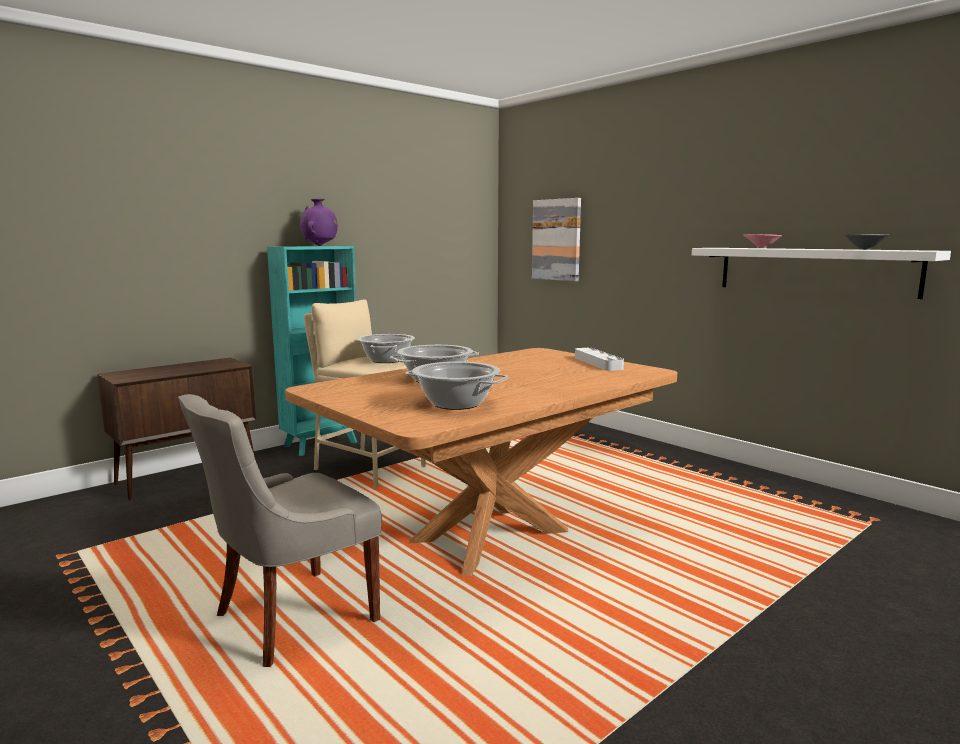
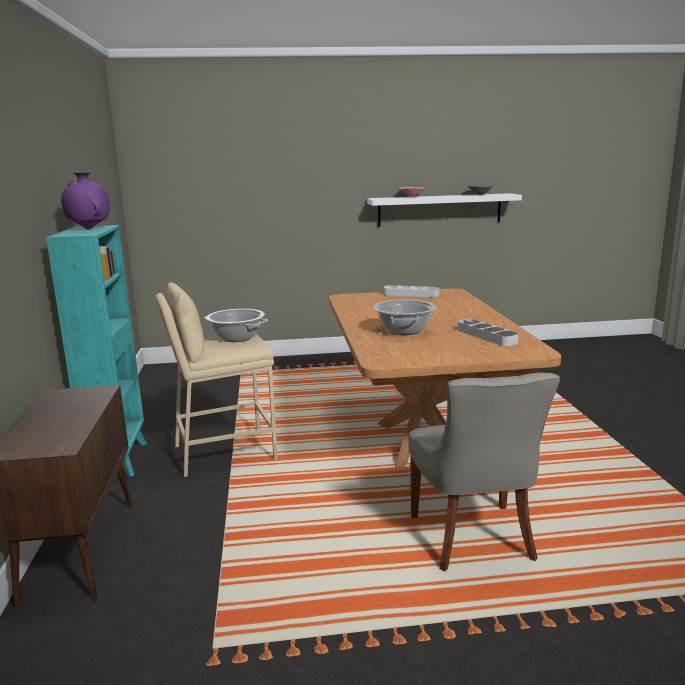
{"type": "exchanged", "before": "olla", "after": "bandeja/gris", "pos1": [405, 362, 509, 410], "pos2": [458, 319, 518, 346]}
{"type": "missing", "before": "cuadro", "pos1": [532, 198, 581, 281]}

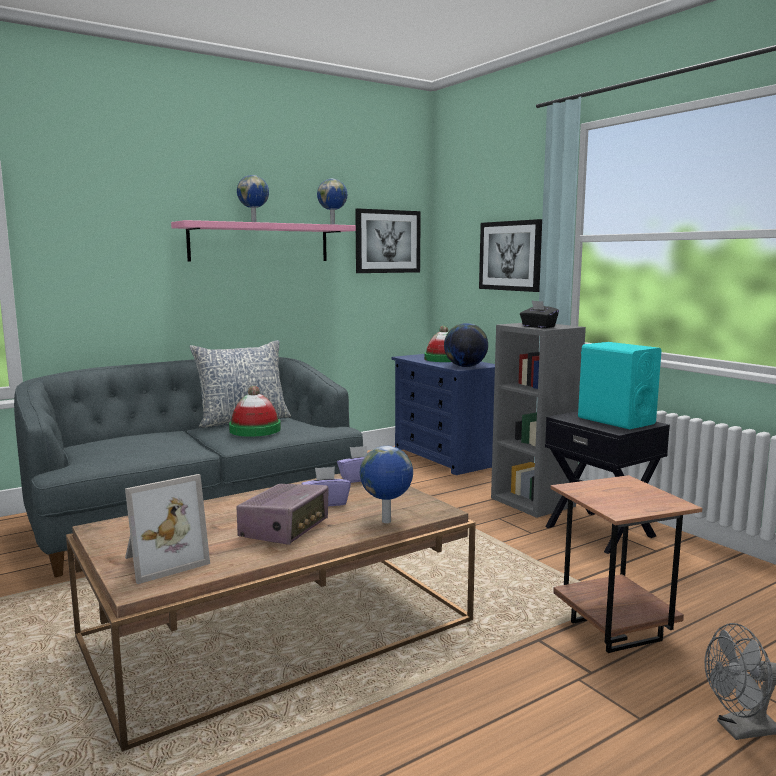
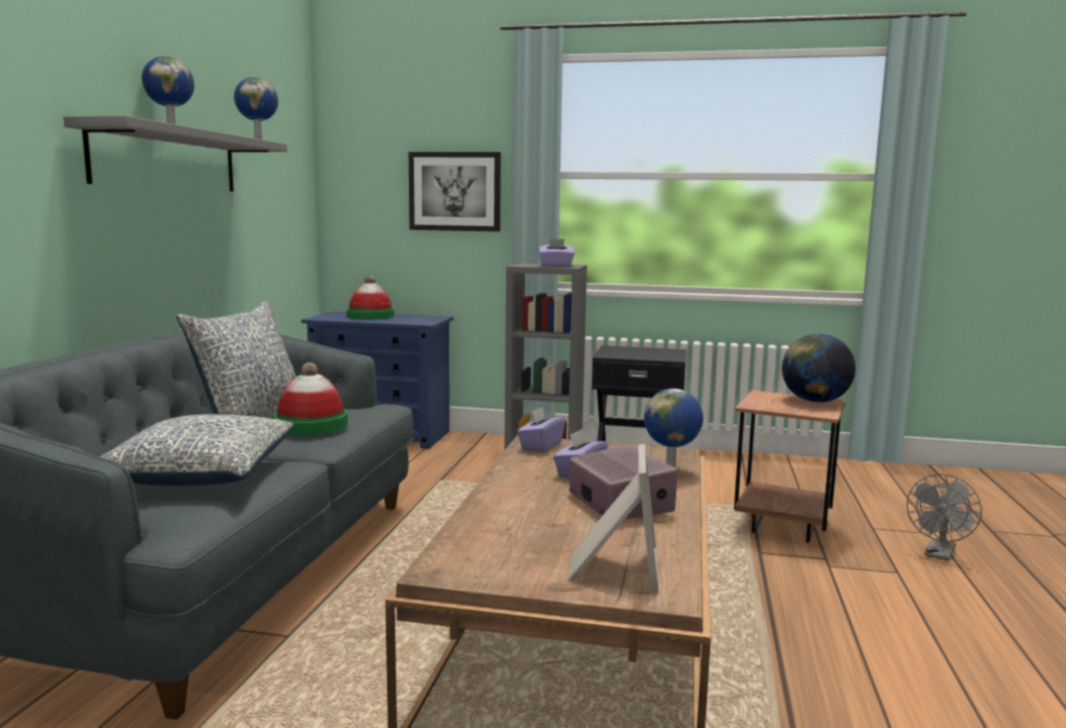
{"type": "colour", "before": "estante/rosa", "after": "estante/gris", "pos1": [171, 220, 356, 262], "pos2": [63, 116, 287, 191]}
{"type": "appeared", "after": "cojín", "pos2": [100, 414, 294, 486]}
{"type": "colour", "before": "caja de pañuelos/negro", "after": "caja de pañuelos/morado", "pos1": [520, 301, 559, 328], "pos2": [539, 238, 575, 267]}
{"type": "relocated", "before": "globo terráqueo", "pos1": [444, 323, 488, 367], "pos2": [782, 334, 856, 403]}
{"type": "missing", "before": "cuadro", "pos1": [355, 208, 421, 273]}
{"type": "missing", "before": "altavoz/turquesa", "pos1": [578, 342, 661, 429]}

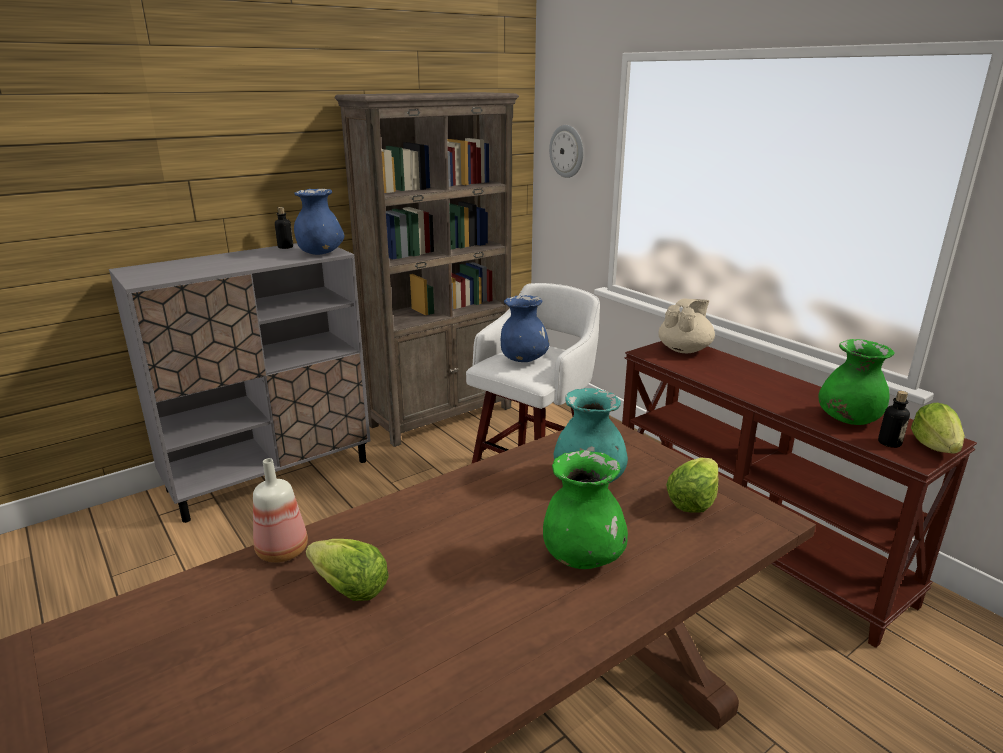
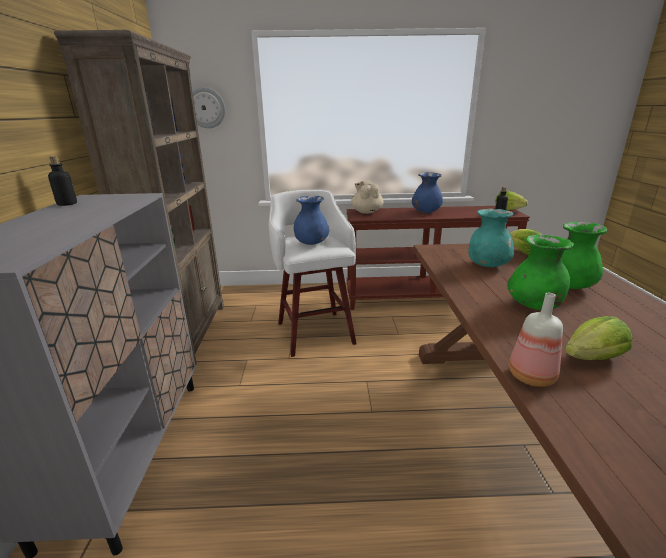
{"type": "relocated", "before": "florero/azul", "pos1": [294, 189, 344, 255], "pos2": [412, 172, 443, 213]}
{"type": "relocated", "before": "florero/verde", "pos1": [818, 339, 895, 425], "pos2": [507, 235, 574, 310]}

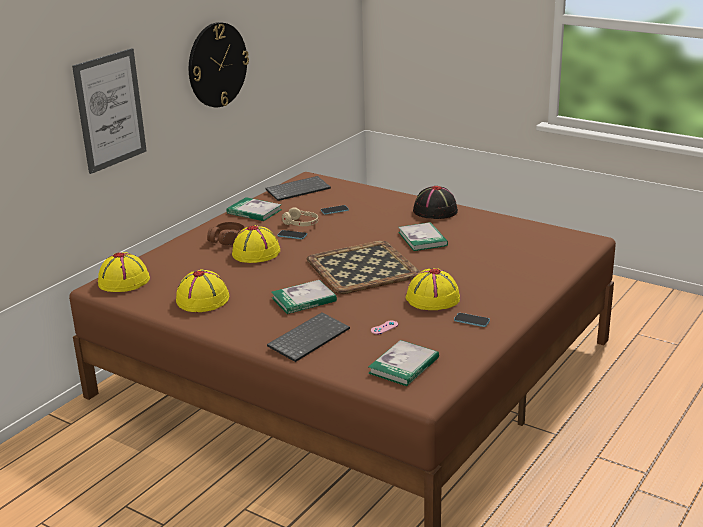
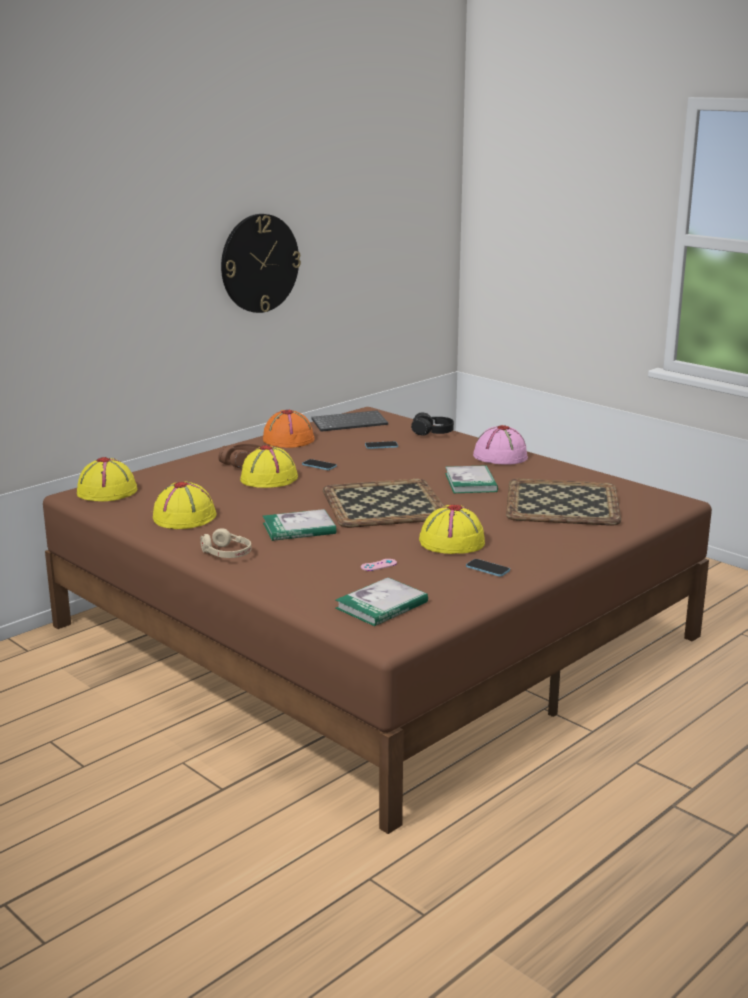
{"type": "relocated", "before": "auriculares/beis", "pos1": [282, 207, 318, 226], "pos2": [200, 528, 251, 558]}
{"type": "exchanged", "before": "libro", "after": "sombrero/naranja", "pos1": [227, 197, 282, 221], "pos2": [263, 410, 315, 448]}
{"type": "appeared", "after": "auriculares/negro", "pos2": [411, 412, 454, 436]}
{"type": "colour", "before": "sombrero/negro", "after": "sombrero/rosa", "pos1": [413, 186, 458, 219], "pos2": [473, 425, 528, 465]}
{"type": "appeared", "after": "bandeja", "pos2": [506, 479, 621, 526]}
{"type": "missing", "before": "cuadro", "pos1": [72, 48, 147, 174]}
{"type": "missing", "before": "teclado", "pos1": [267, 313, 350, 362]}

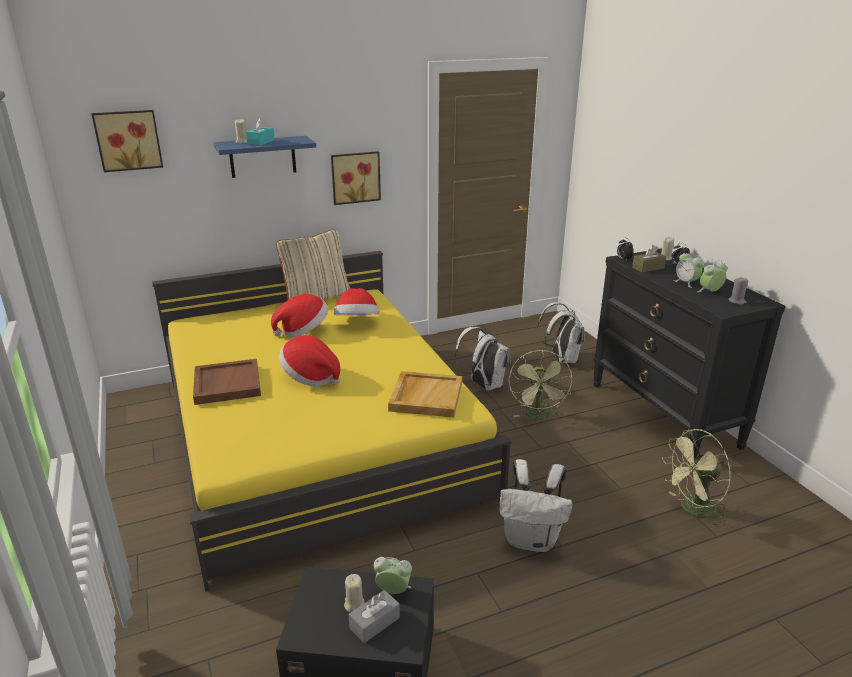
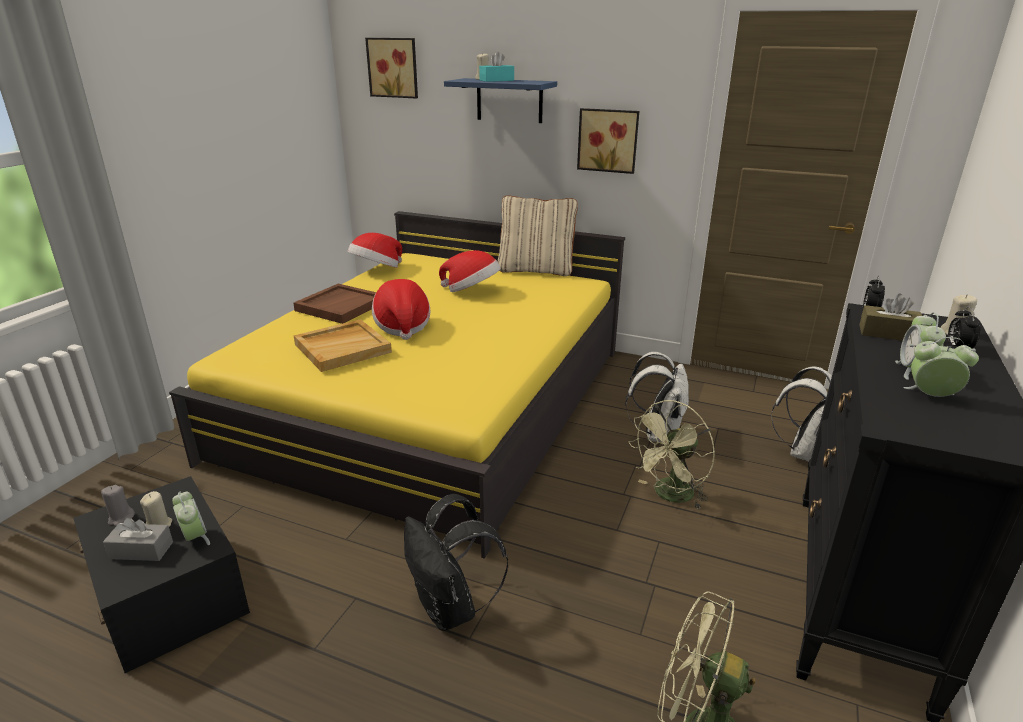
{"type": "relocated", "before": "vela/gris", "pos1": [728, 277, 748, 305], "pos2": [101, 485, 135, 526]}
{"type": "relocated", "before": "bandeja/beis", "pos1": [388, 371, 462, 418], "pos2": [294, 319, 392, 372]}
{"type": "relocated", "before": "sombrero", "pos1": [334, 288, 379, 315], "pos2": [348, 233, 402, 268]}
{"type": "colour", "before": "mochila/blanco", "after": "mochila/negro", "pos1": [499, 459, 573, 552], "pos2": [404, 494, 508, 631]}

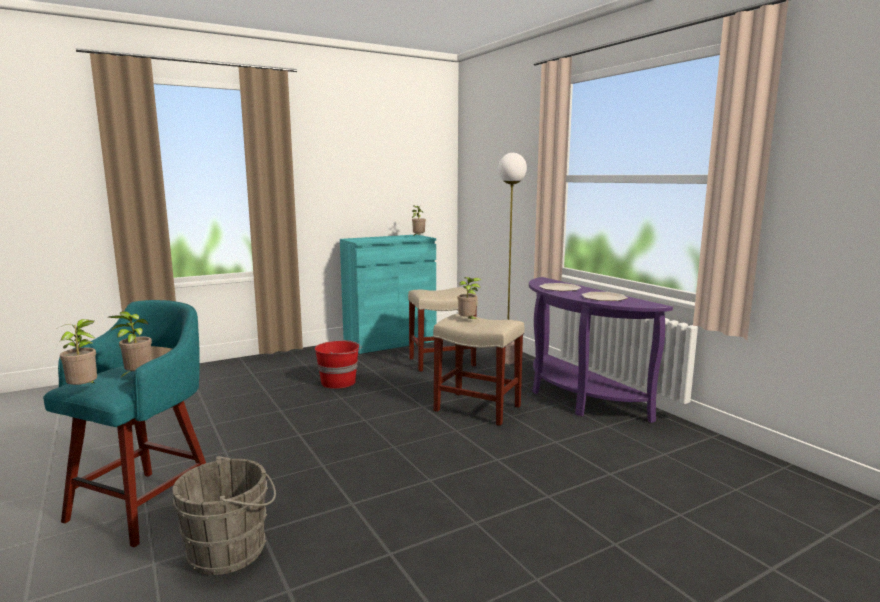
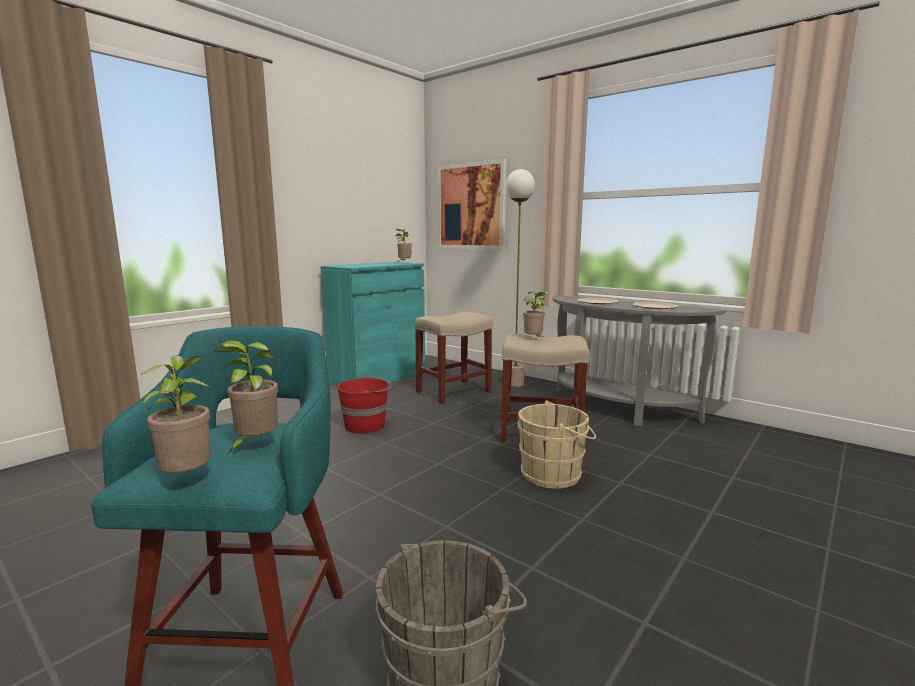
{"type": "appeared", "after": "cuadro", "pos2": [437, 159, 506, 250]}
{"type": "appeared", "after": "cubo/beis", "pos2": [518, 400, 596, 489]}
{"type": "colour", "before": "mesa consola/morado", "after": "mesa consola/gris", "pos1": [529, 277, 673, 423], "pos2": [553, 295, 726, 427]}

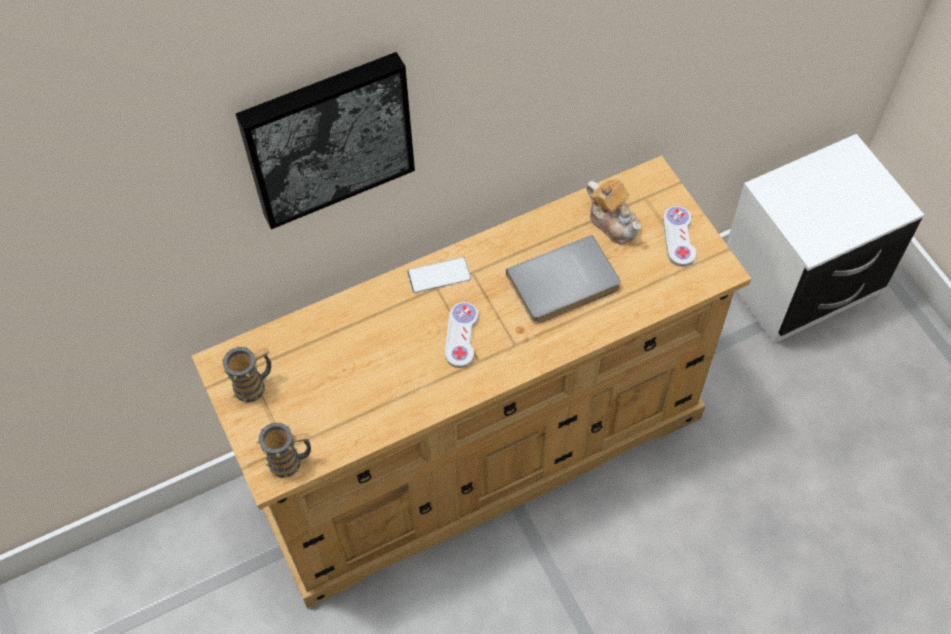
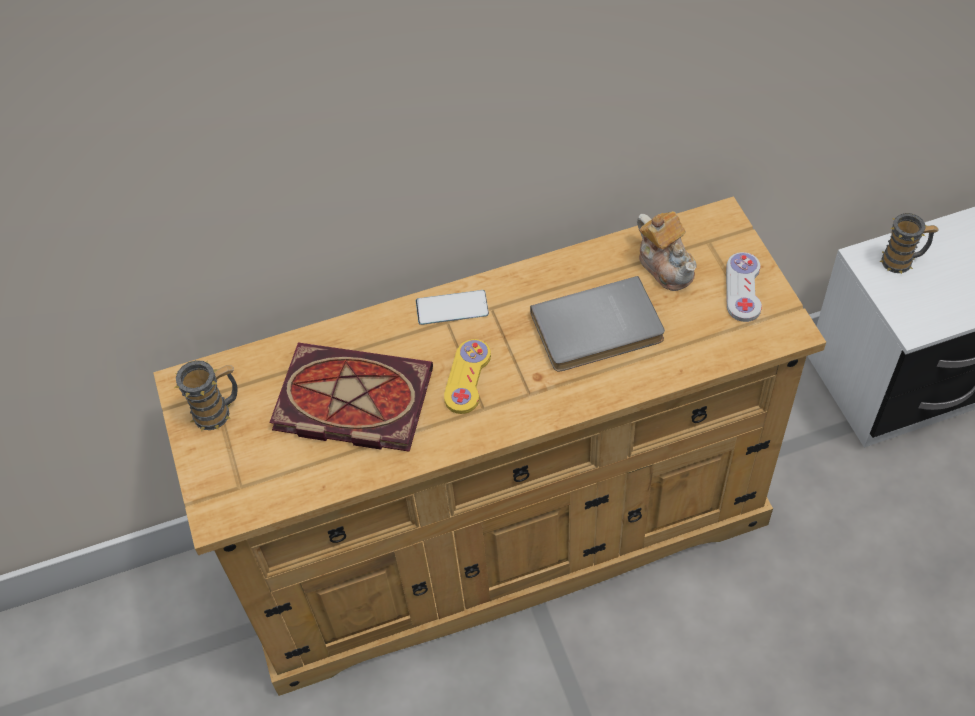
{"type": "appeared", "after": "libro", "pos2": [269, 342, 433, 452]}
{"type": "colour", "before": "mando de consola/blanco", "after": "mando de consola/amarillo", "pos1": [445, 302, 478, 368], "pos2": [444, 339, 491, 414]}
{"type": "relocated", "before": "taza grande", "pos1": [256, 422, 311, 480], "pos2": [879, 213, 938, 274]}
{"type": "missing", "before": "cuadro", "pos1": [236, 52, 415, 229]}

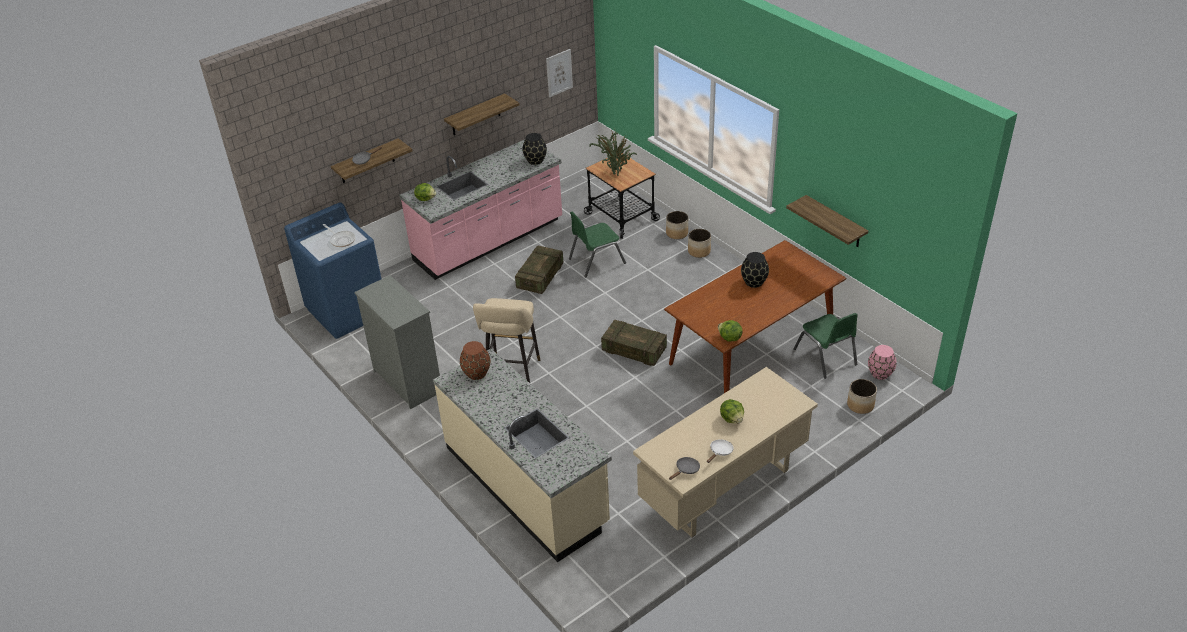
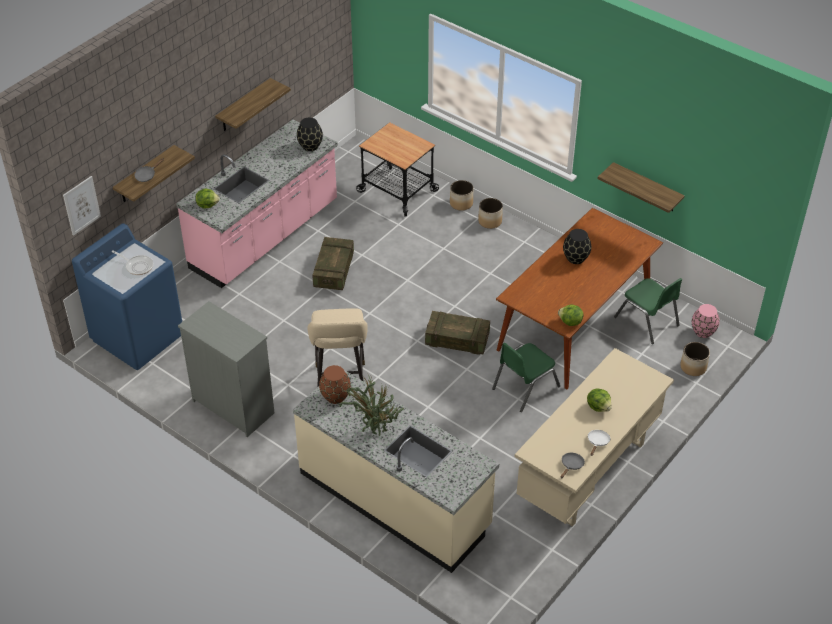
{"type": "relocated", "before": "cuadro", "pos1": [546, 49, 573, 97], "pos2": [63, 176, 101, 236]}
{"type": "relocated", "before": "planta en maceta", "pos1": [589, 128, 637, 176], "pos2": [339, 375, 404, 436]}
{"type": "relocated", "before": "silla/verde", "pos1": [569, 211, 626, 277], "pos2": [492, 343, 560, 412]}

